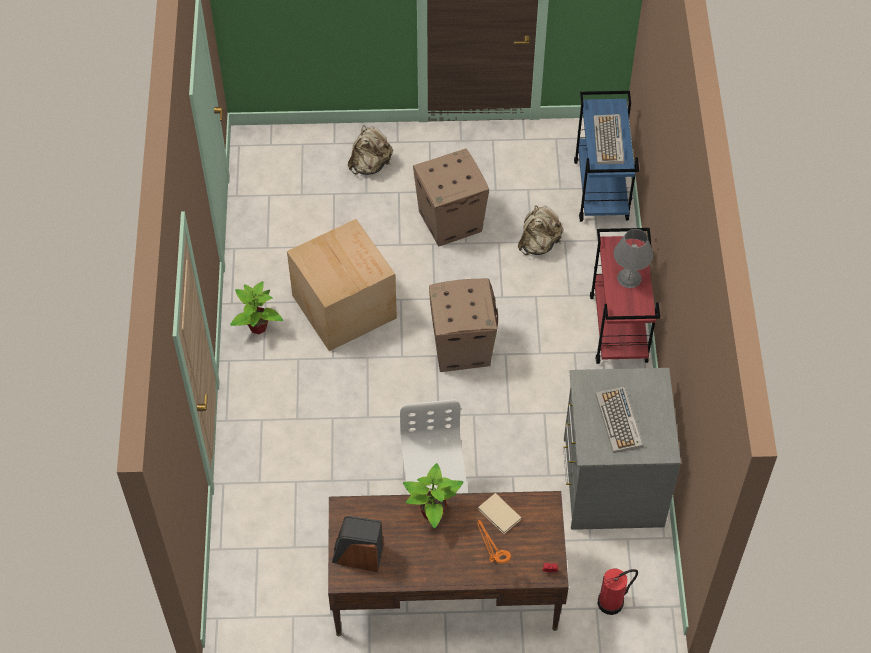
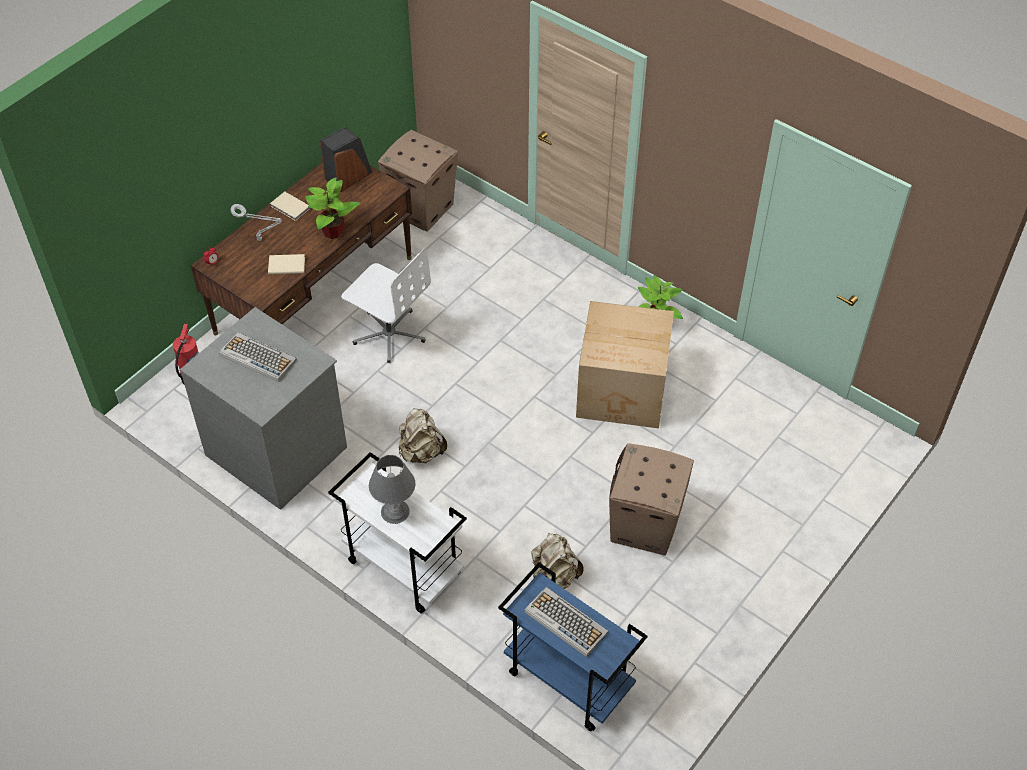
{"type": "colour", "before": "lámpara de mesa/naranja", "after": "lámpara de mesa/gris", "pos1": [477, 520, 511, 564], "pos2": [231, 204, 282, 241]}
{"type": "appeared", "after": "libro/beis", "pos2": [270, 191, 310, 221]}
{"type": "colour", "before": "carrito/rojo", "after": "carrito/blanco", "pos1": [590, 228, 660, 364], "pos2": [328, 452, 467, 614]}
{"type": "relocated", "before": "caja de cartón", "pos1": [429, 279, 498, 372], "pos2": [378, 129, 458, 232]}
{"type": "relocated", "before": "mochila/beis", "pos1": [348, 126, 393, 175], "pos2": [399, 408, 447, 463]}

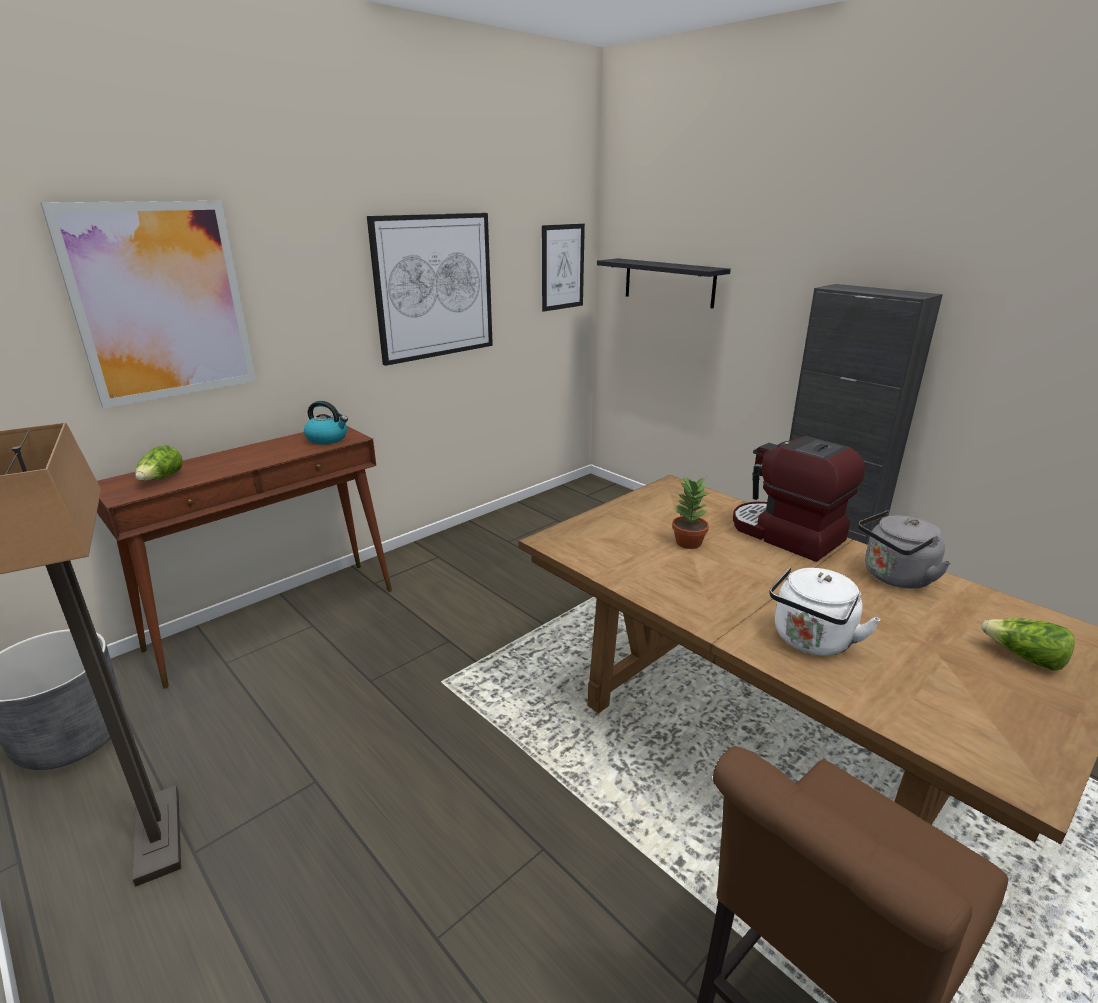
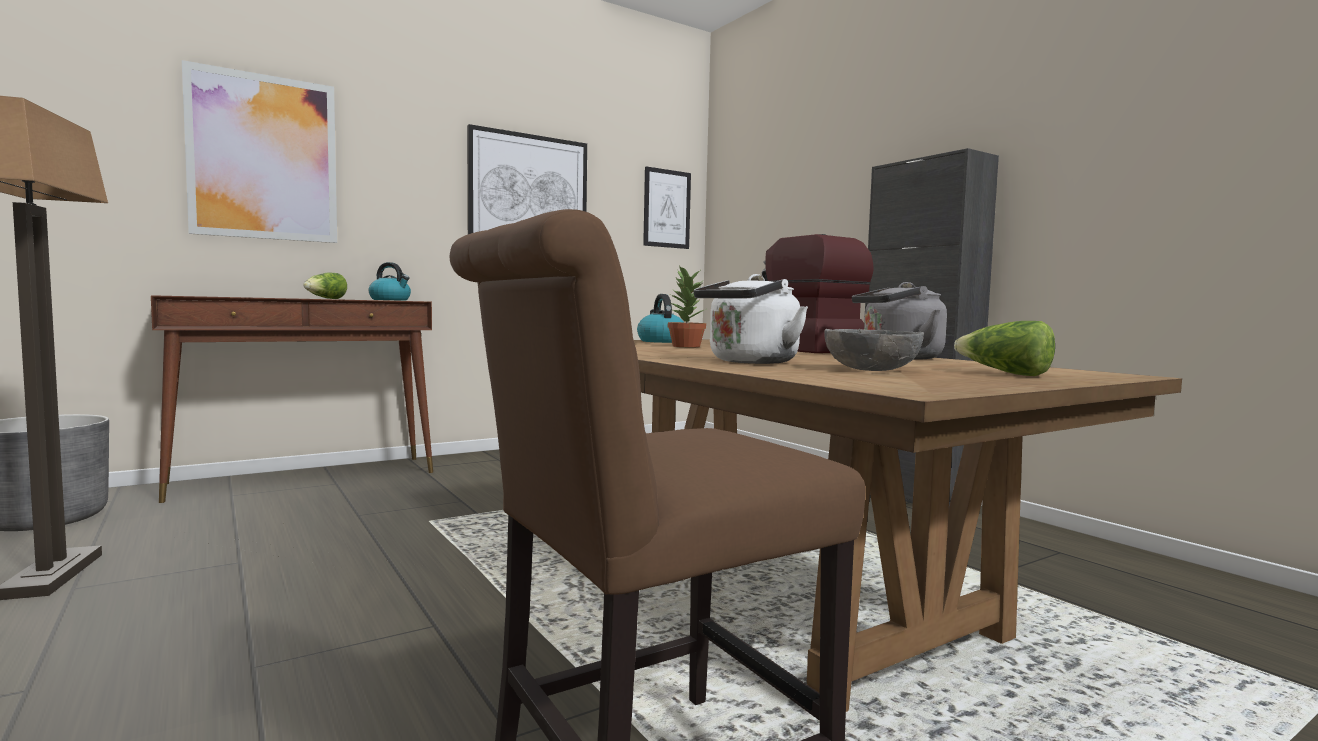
{"type": "relocated", "before": "lechuga", "pos1": [135, 445, 183, 481], "pos2": [303, 272, 347, 299]}
{"type": "appeared", "after": "hervidor", "pos2": [637, 294, 684, 343]}
{"type": "appeared", "after": "cuenco/gris", "pos2": [824, 329, 924, 371]}
{"type": "missing", "before": "estante/negro", "pos1": [597, 258, 731, 309]}

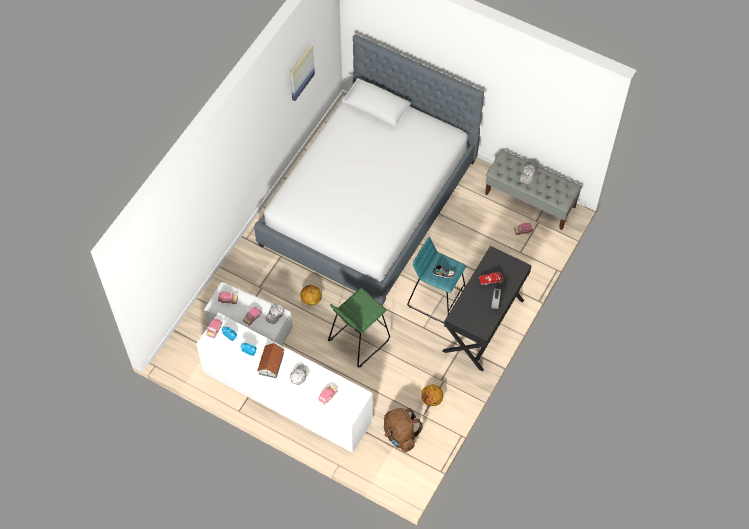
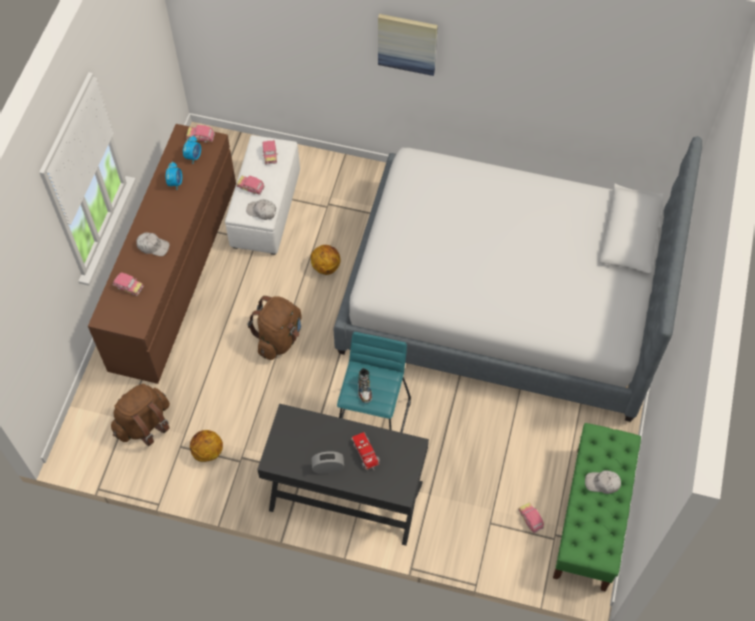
{"type": "colour", "before": "cómoda/blanco", "after": "cómoda/marrón", "pos1": [196, 313, 373, 453], "pos2": [88, 124, 236, 384]}
{"type": "exchanged", "before": "taburete/verde", "after": "mochila/marrón", "pos1": [328, 288, 390, 368], "pos2": [248, 296, 302, 360]}
{"type": "relocated", "before": "cuadro", "pos1": [290, 45, 315, 101], "pos2": [378, 14, 438, 76]}
{"type": "colour", "before": "banco/gris", "after": "banco/verde", "pos1": [485, 150, 582, 230], "pos2": [553, 423, 641, 591]}
{"type": "missing", "before": "casita", "pos1": [257, 343, 284, 378]}

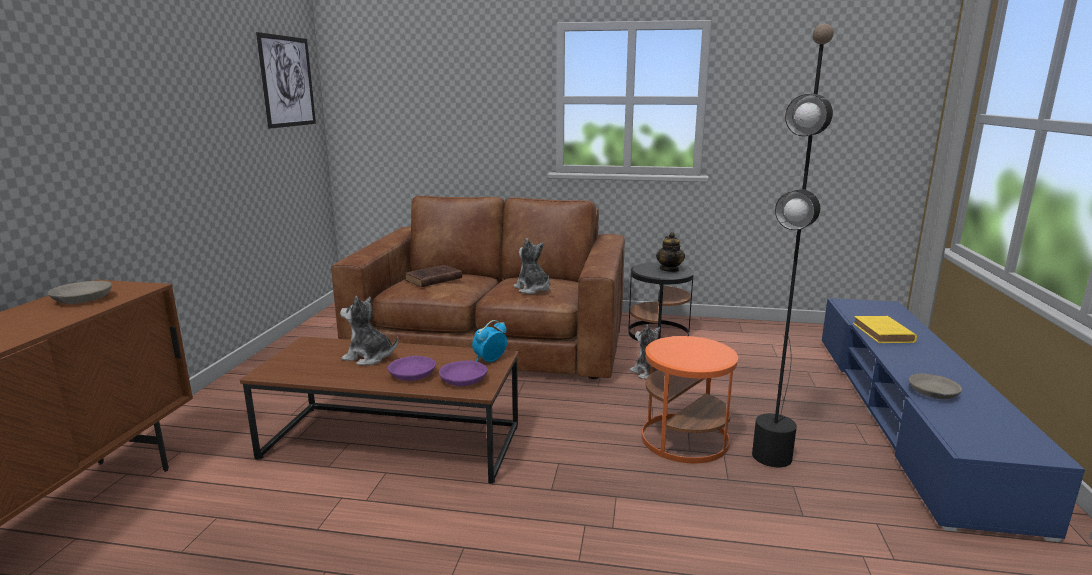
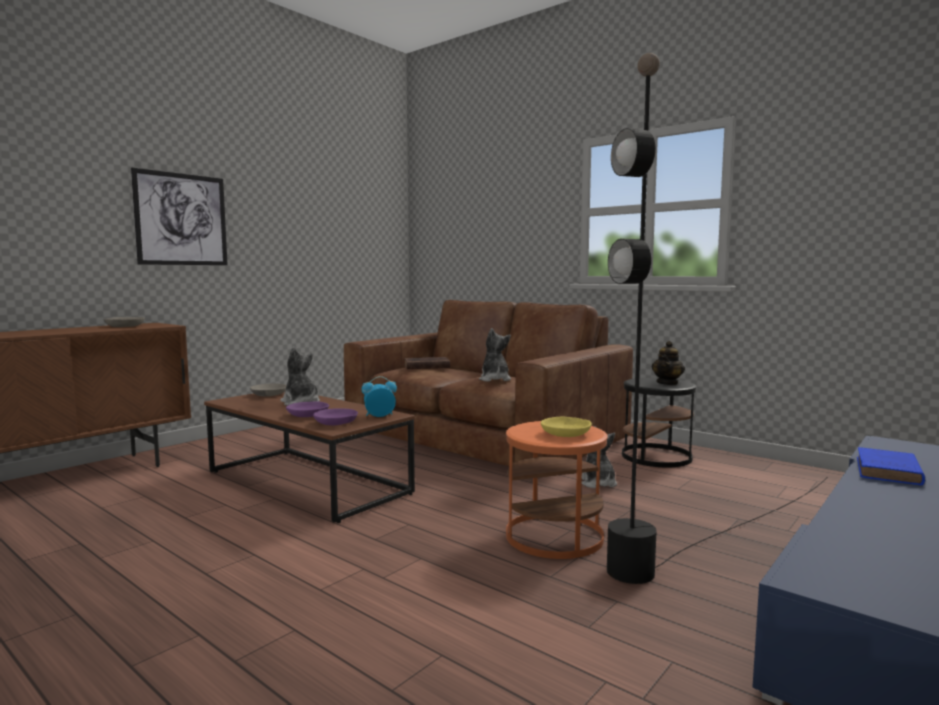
{"type": "relocated", "before": "cuadro", "pos1": [256, 32, 316, 128], "pos2": [131, 168, 228, 265]}
{"type": "relocated", "before": "cuenco/gris", "pos1": [909, 374, 962, 399], "pos2": [250, 383, 286, 397]}
{"type": "appeared", "after": "cuenco/amarillo", "pos2": [541, 417, 592, 437]}
{"type": "colour", "before": "libro/amarillo", "after": "libro/azul", "pos1": [853, 316, 917, 343], "pos2": [857, 447, 925, 485]}

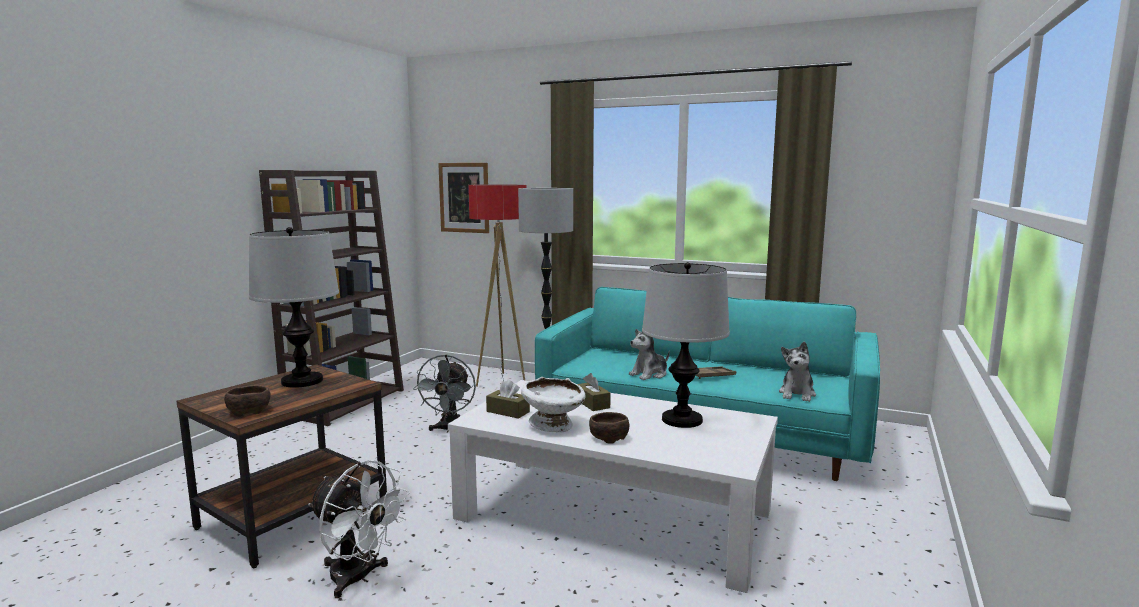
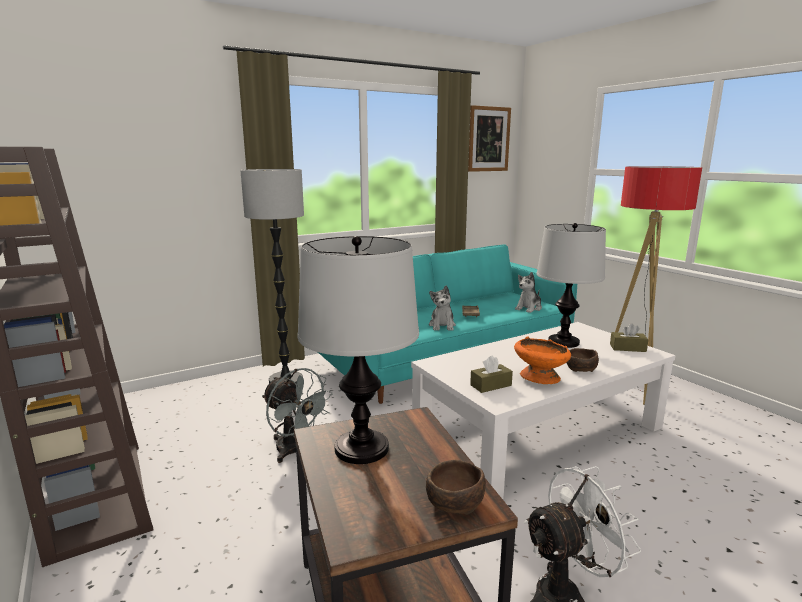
{"type": "relocated", "before": "cuadro", "pos1": [438, 163, 489, 233], "pos2": [468, 105, 511, 172]}
{"type": "colour", "before": "cuenco/blanco", "after": "cuenco/naranja", "pos1": [521, 377, 586, 432], "pos2": [514, 336, 571, 384]}
{"type": "spun", "before": "peluche", "pos1": [779, 341, 816, 402], "pos2": [515, 272, 542, 313], "turn": 75}
{"type": "relocated", "before": "caja de pañuelos/marrón", "pos1": [577, 373, 611, 411], "pos2": [610, 323, 649, 352]}
{"type": "relocated", "before": "lámpara de pie", "pos1": [468, 184, 527, 387], "pos2": [615, 166, 702, 405]}

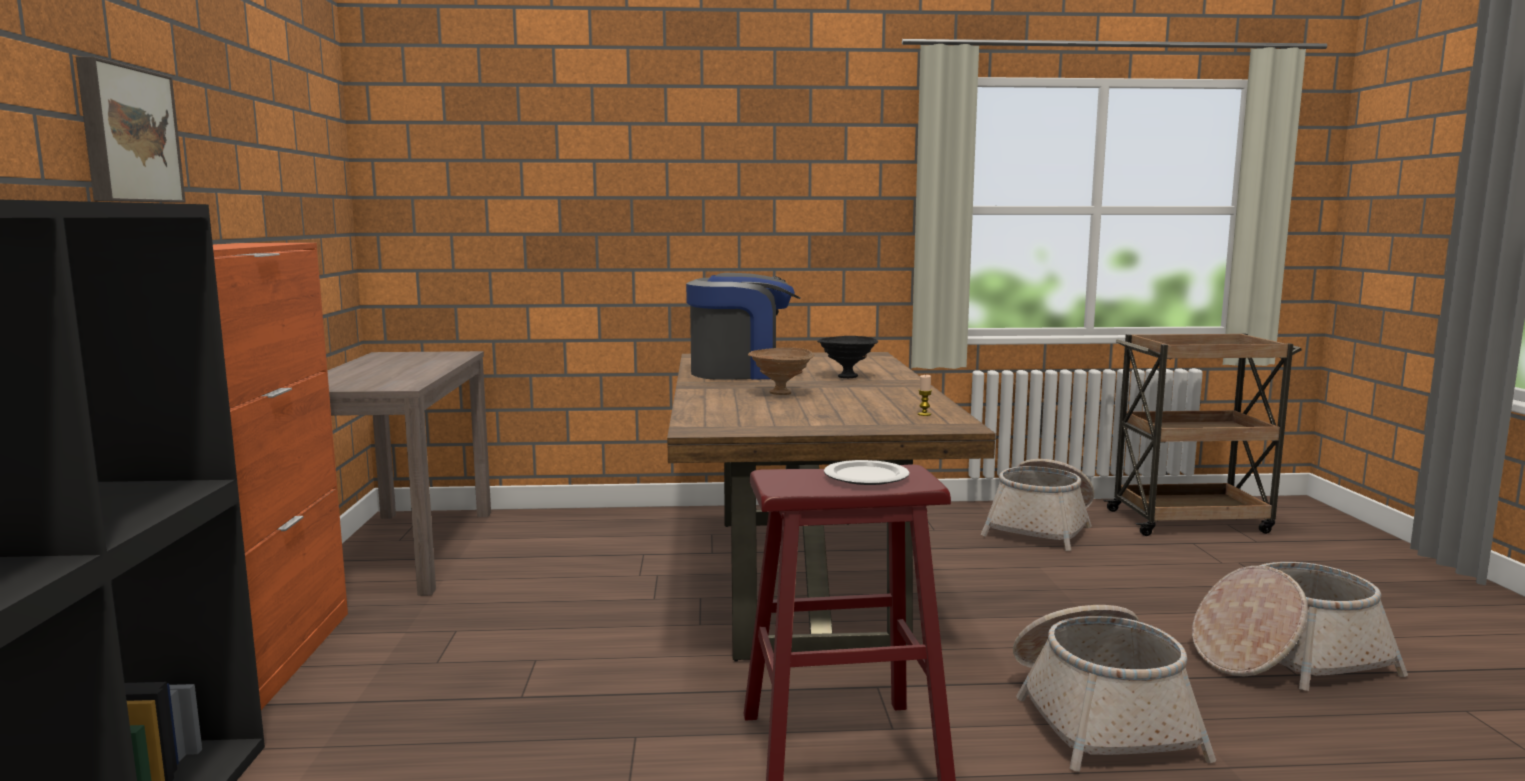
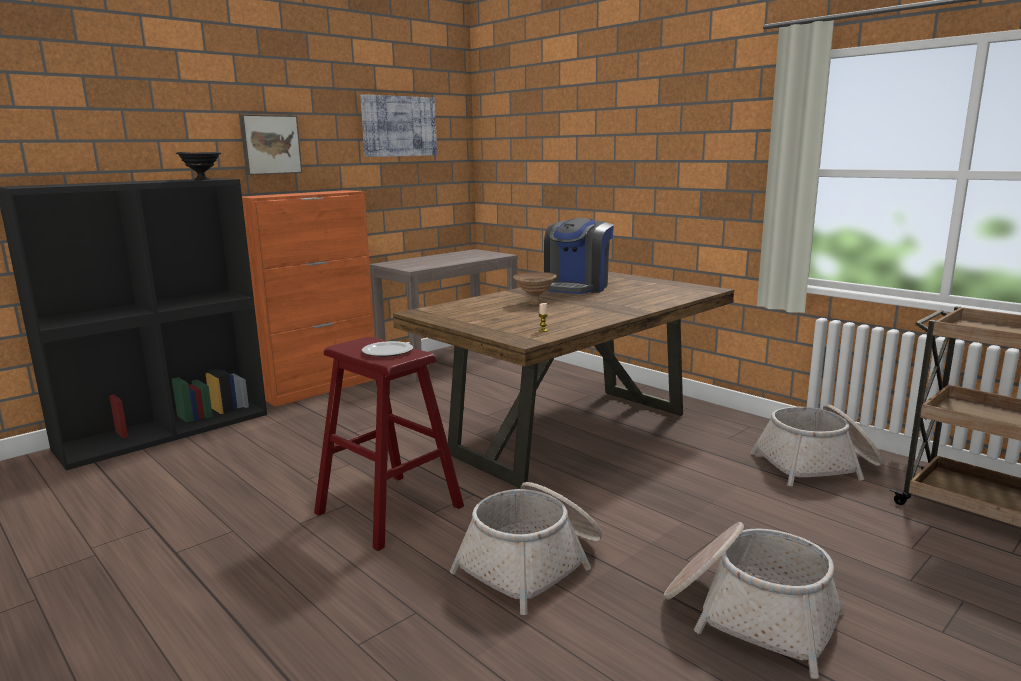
{"type": "relocated", "before": "cuenco/negro", "pos1": [817, 336, 878, 378], "pos2": [176, 152, 221, 180]}
{"type": "appeared", "after": "cuadro", "pos2": [360, 94, 437, 157]}
{"type": "spun", "before": "cafetera", "pos1": [686, 273, 803, 380], "pos2": [544, 218, 614, 294], "turn": 75}

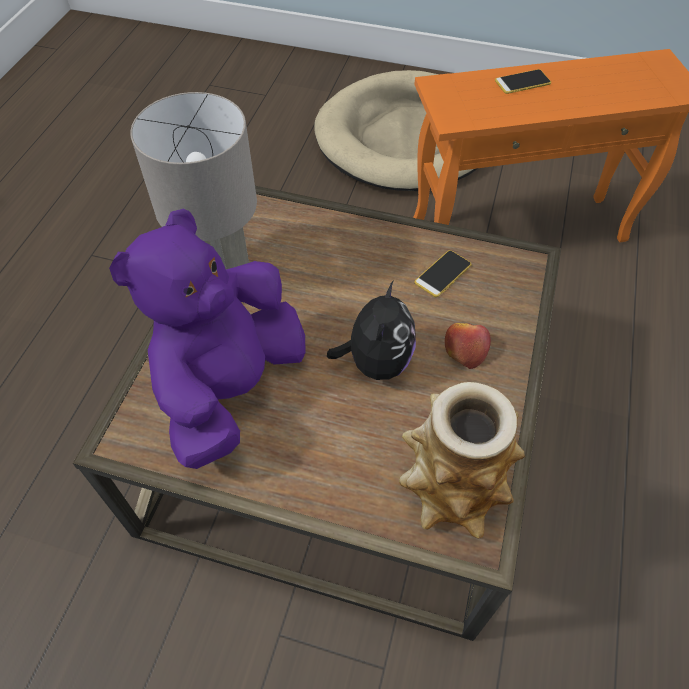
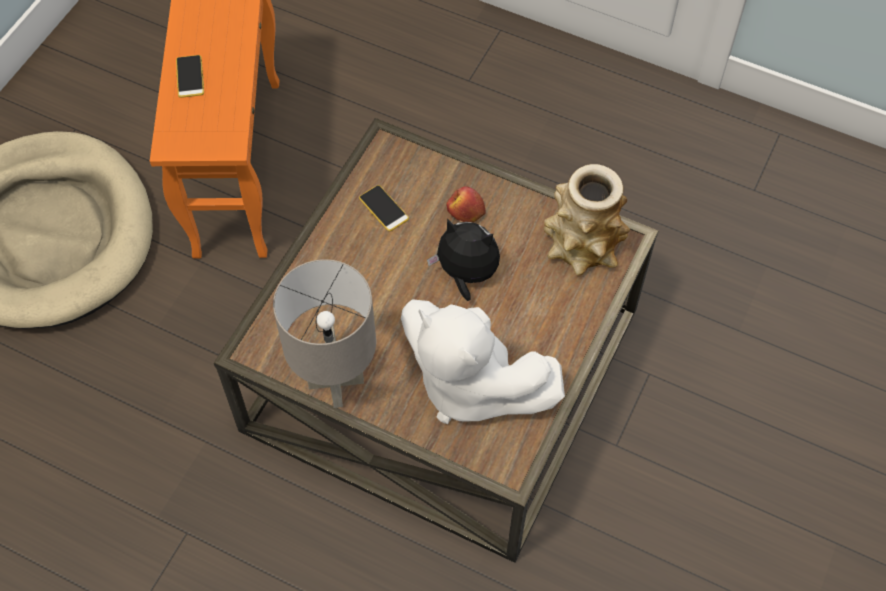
{"type": "colour", "before": "peluche/morado", "after": "peluche/blanco", "pos1": [109, 209, 306, 469], "pos2": [401, 299, 565, 424]}

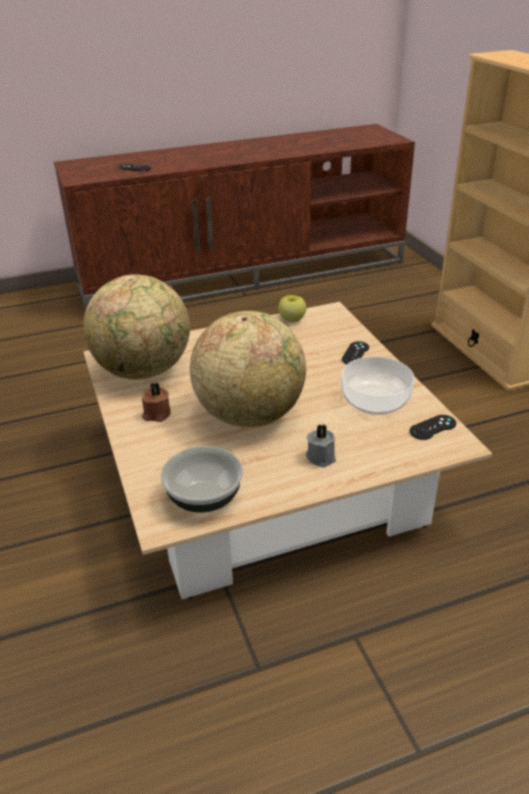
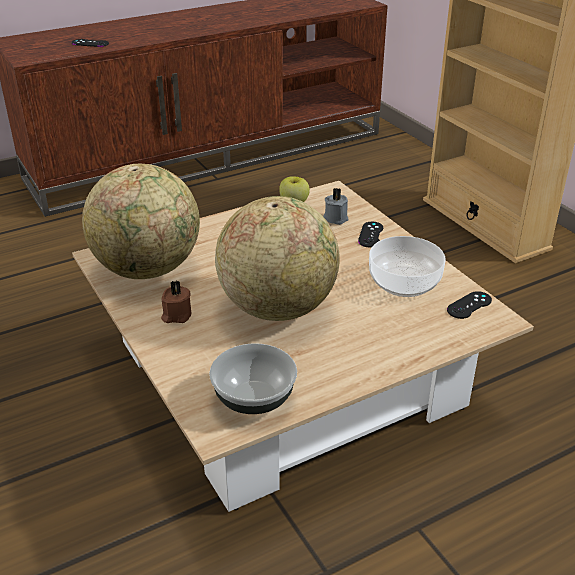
{"type": "relocated", "before": "vela/gris", "pos1": [306, 424, 336, 467], "pos2": [323, 188, 349, 225]}

